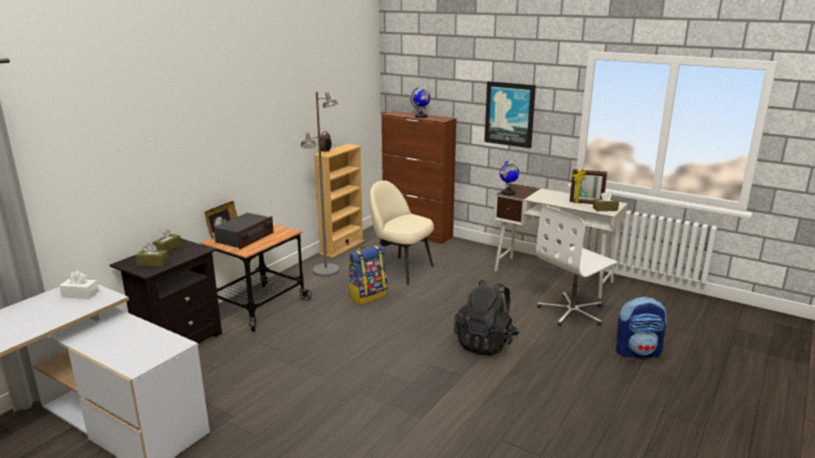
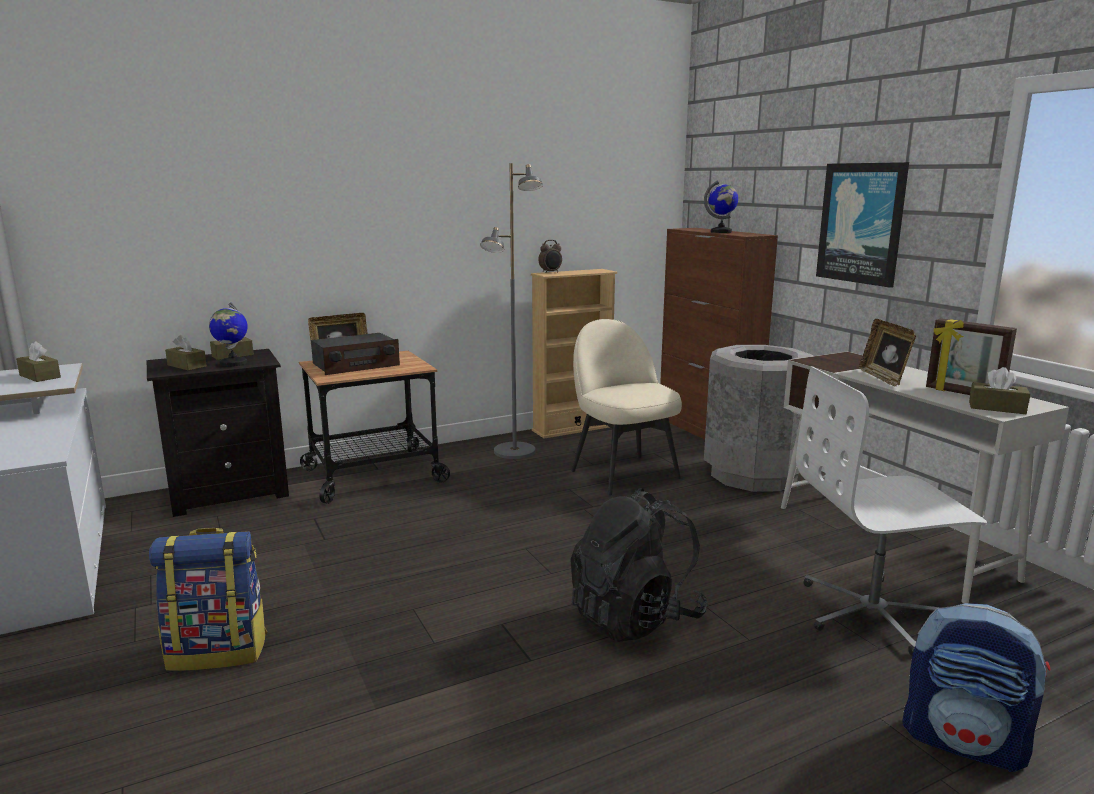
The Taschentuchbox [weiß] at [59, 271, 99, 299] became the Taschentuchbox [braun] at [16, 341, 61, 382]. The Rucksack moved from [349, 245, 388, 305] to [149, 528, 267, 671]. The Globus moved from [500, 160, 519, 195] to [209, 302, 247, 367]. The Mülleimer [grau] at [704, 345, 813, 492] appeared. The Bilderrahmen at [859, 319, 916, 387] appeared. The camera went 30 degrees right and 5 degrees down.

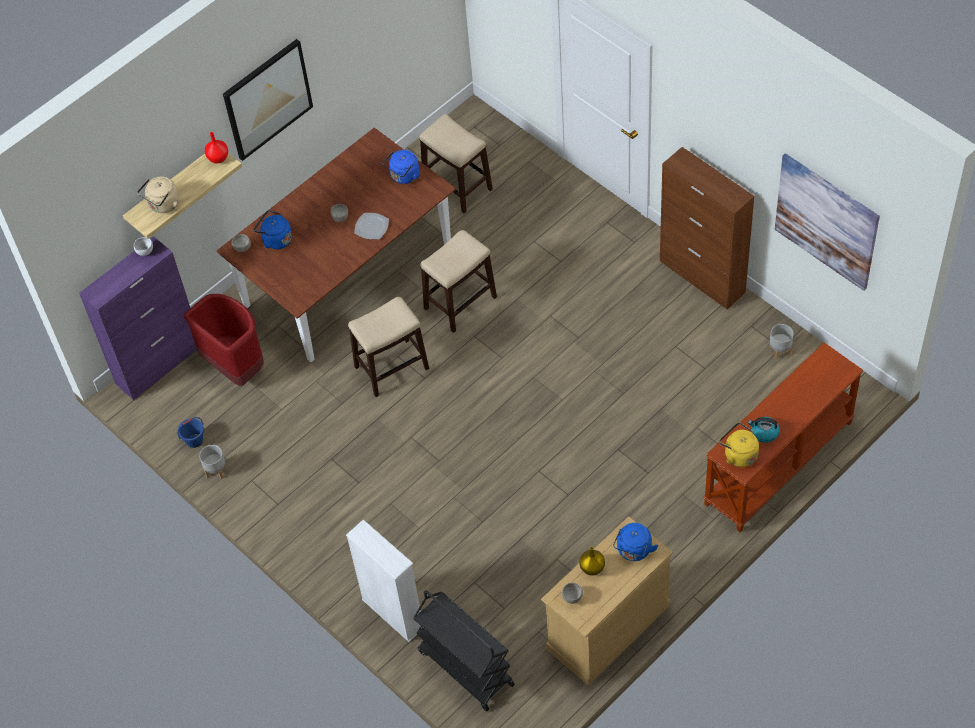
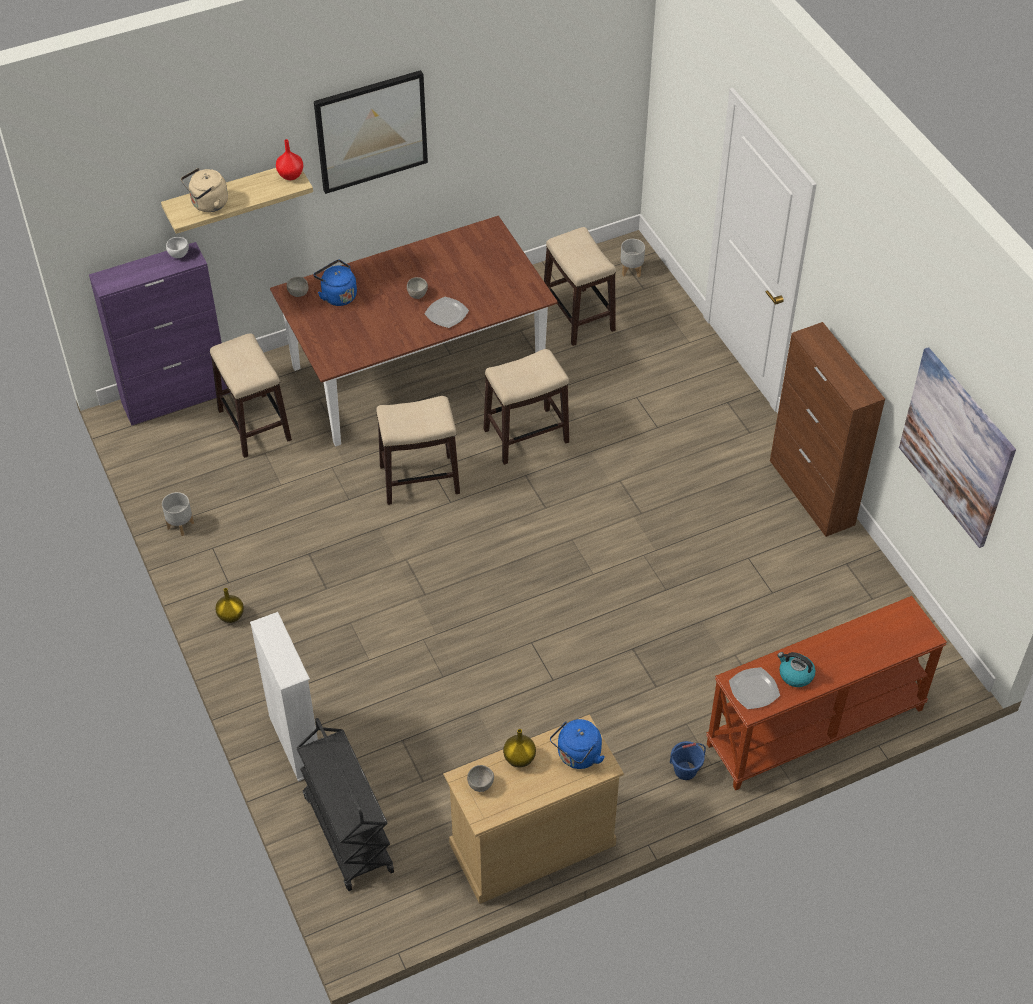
The Mülleimer [rot] at [184, 294, 264, 386] was replaced by the Hocker at [210, 333, 292, 458]. The Vase [gelb] at [215, 588, 244, 623] appeared. The Pflanzkübel [grau] moved from [769, 324, 793, 359] to [620, 239, 645, 277]. The Eimer [blau] moved from [177, 417, 204, 448] to [670, 741, 706, 780]. The Wasserkessel [gelb] at [719, 422, 759, 467] was replaced by the Teller at [729, 667, 780, 709]. The Wasserkessel [blau] at [383, 150, 420, 184] disappeared. The camera went 15 degrees right and 5 degrees down.

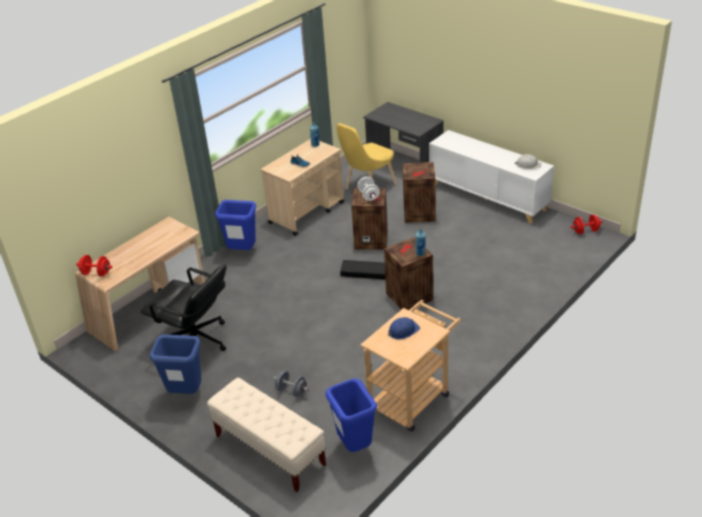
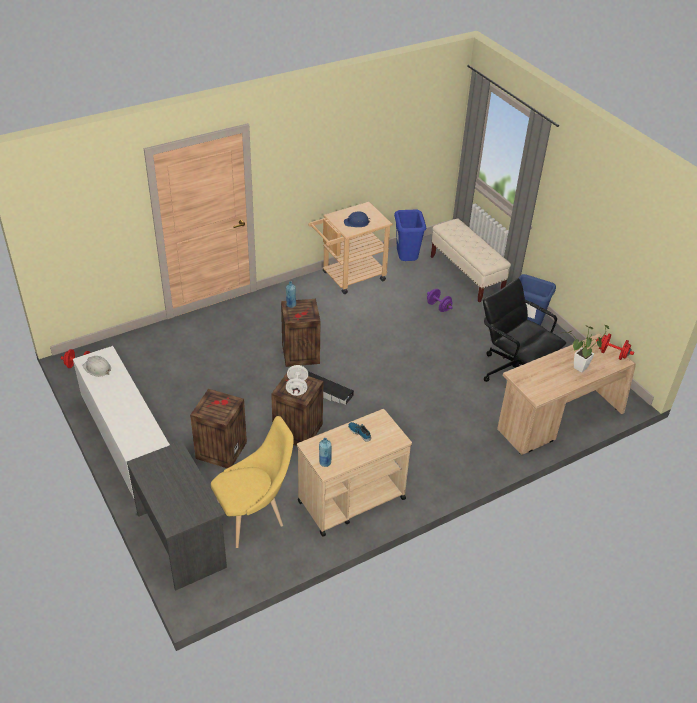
The Hantel [grau] at [273, 371, 309, 397] became the Hantel [lila] at [427, 289, 453, 312]. The Topfpflanze at [560, 325, 609, 373] appeared. The Mülleimer [blau] at [215, 200, 256, 250] disappeared. The camera went 165 degrees left and 5 degrees up.

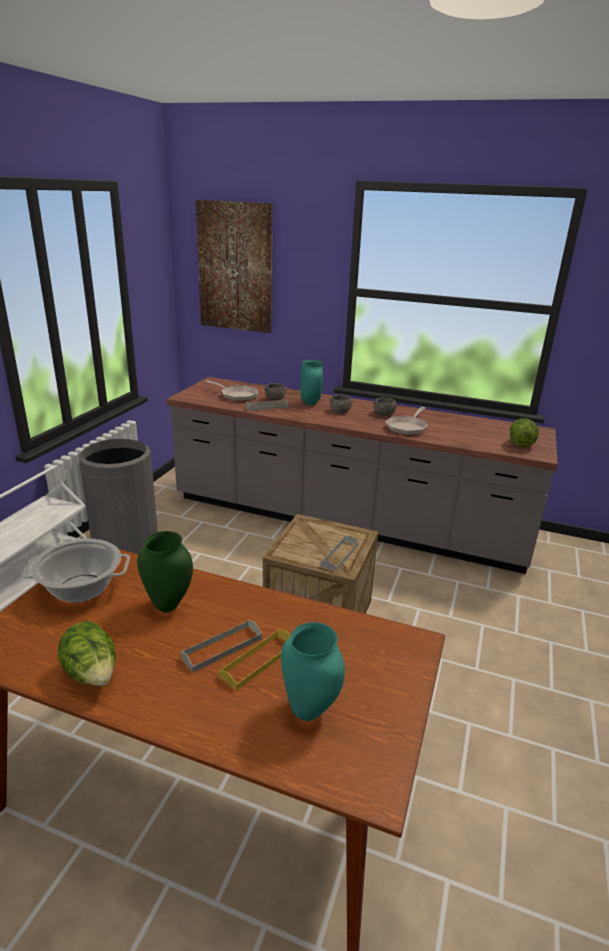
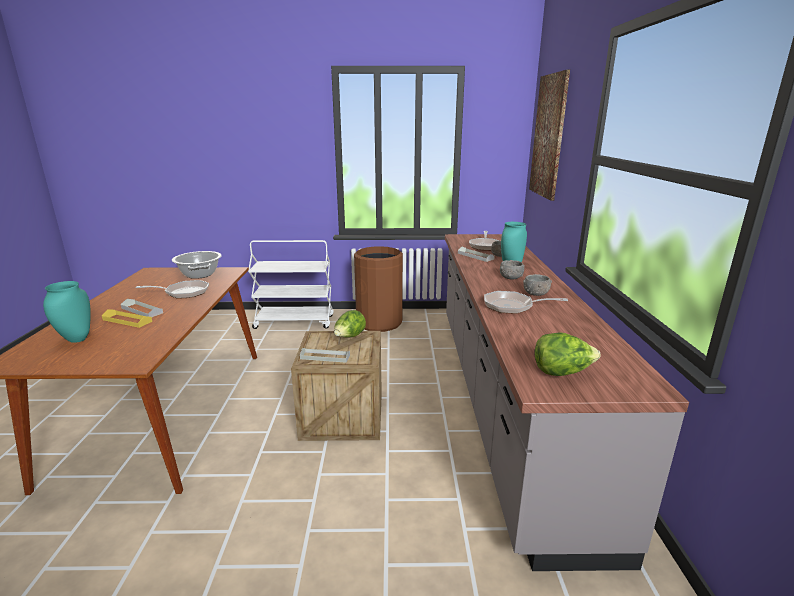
The Vase [grün] at [137, 531, 193, 613] was replaced by the Pfanne at [136, 280, 209, 299]. The Salatkopf moved from [58, 621, 116, 686] to [334, 310, 366, 338]. The Mülleimer [grau] at [79, 439, 158, 554] became the Mülleimer [braun] at [354, 246, 403, 332]. The camera went 70 degrees right and 5 degrees down.

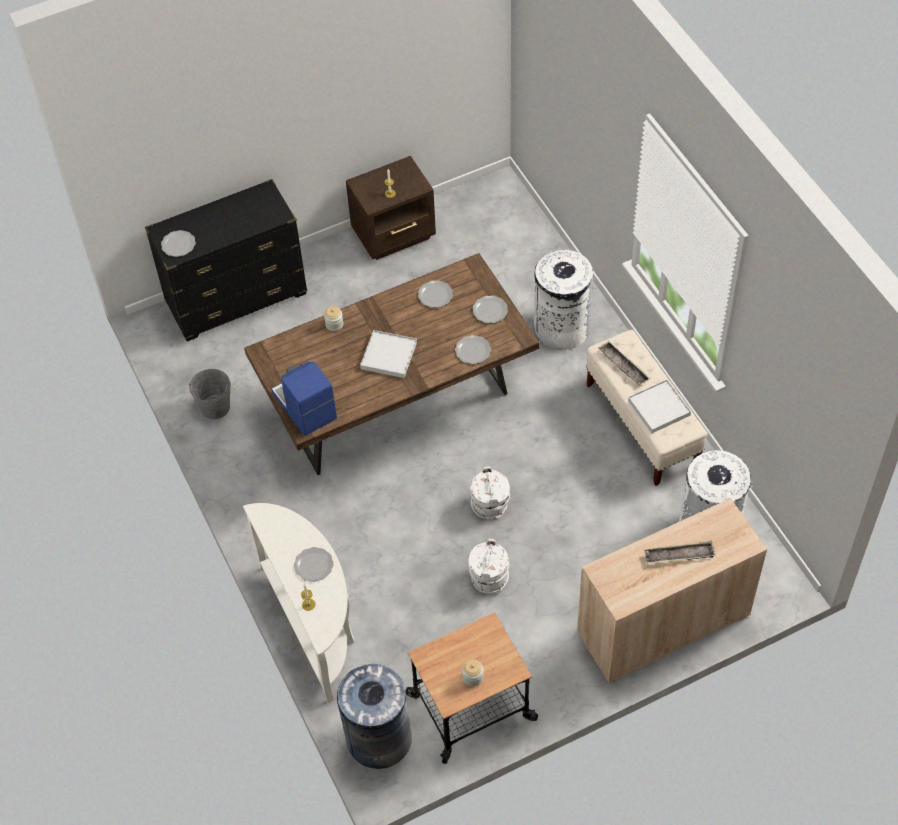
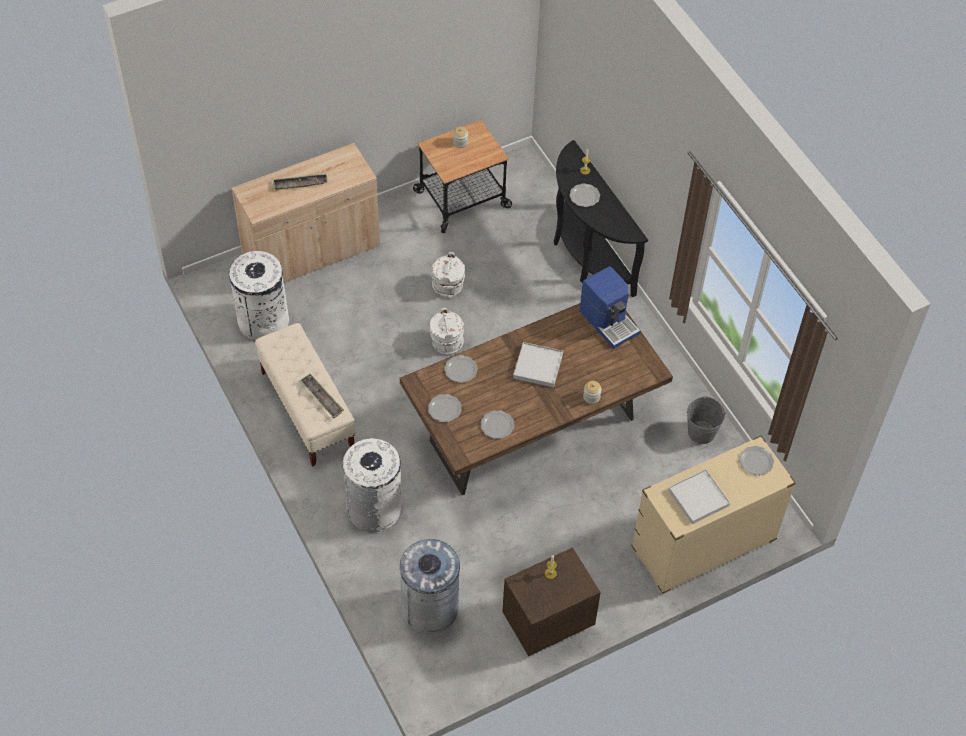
The Mülleimer [grau] moved from [337, 664, 412, 769] to [400, 539, 460, 635]. The Konsolentisch [weiß] at [243, 503, 355, 703] became the Konsolentisch [schwarz] at [554, 140, 648, 297]. The Kommode [schwarz] at [145, 179, 308, 341] became the Kommode [beige] at [631, 436, 796, 595]. The Tablett [weiß] moved from [628, 379, 691, 433] to [668, 469, 730, 524]. The camera went 175 degrees right and 0 degrees up.

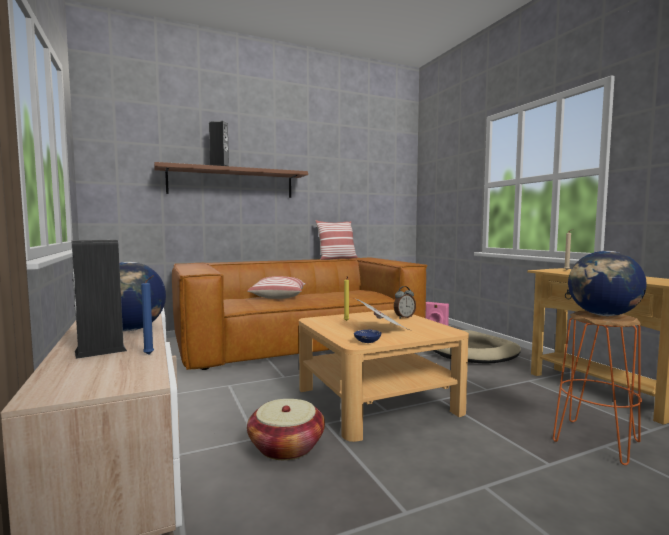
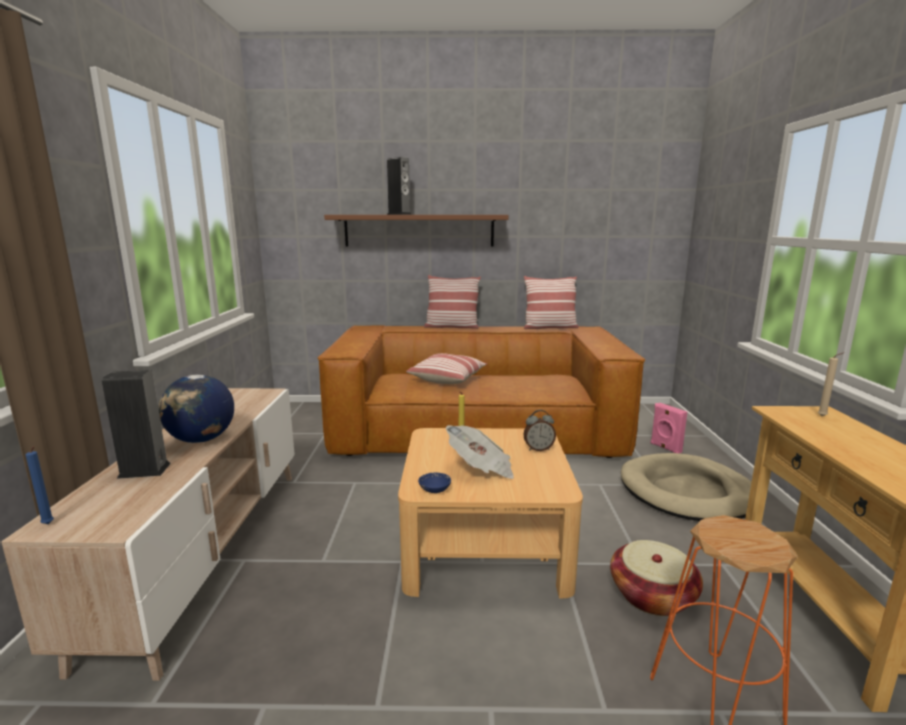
The Kerze [blau] moved from [141, 276, 154, 355] to [26, 446, 54, 524]. The Kissen at [424, 275, 481, 329] appeared. The Korb moved from [247, 399, 325, 460] to [610, 540, 703, 616]. The Globus at [568, 251, 646, 316] disappeared. The camera went 25 degrees right and 10 degrees up.

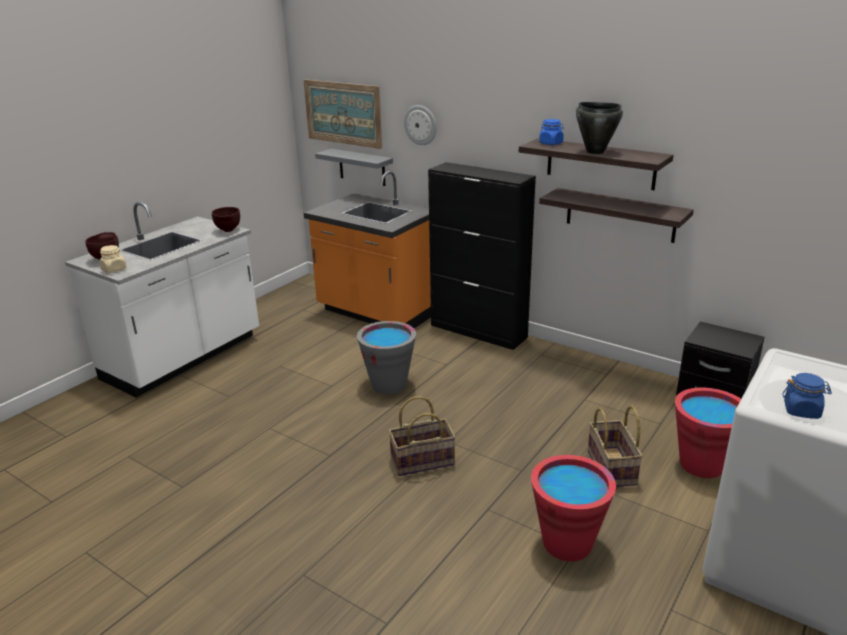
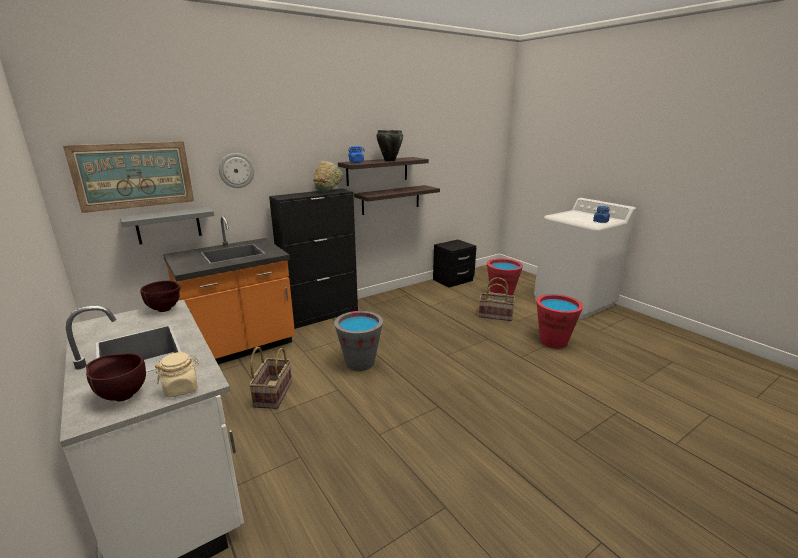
The Korb moved from [389, 396, 456, 476] to [249, 347, 292, 409]. The Schüssel [grün] at [313, 161, 343, 193] appeared. The camera went 70 degrees left and 5 degrees down.

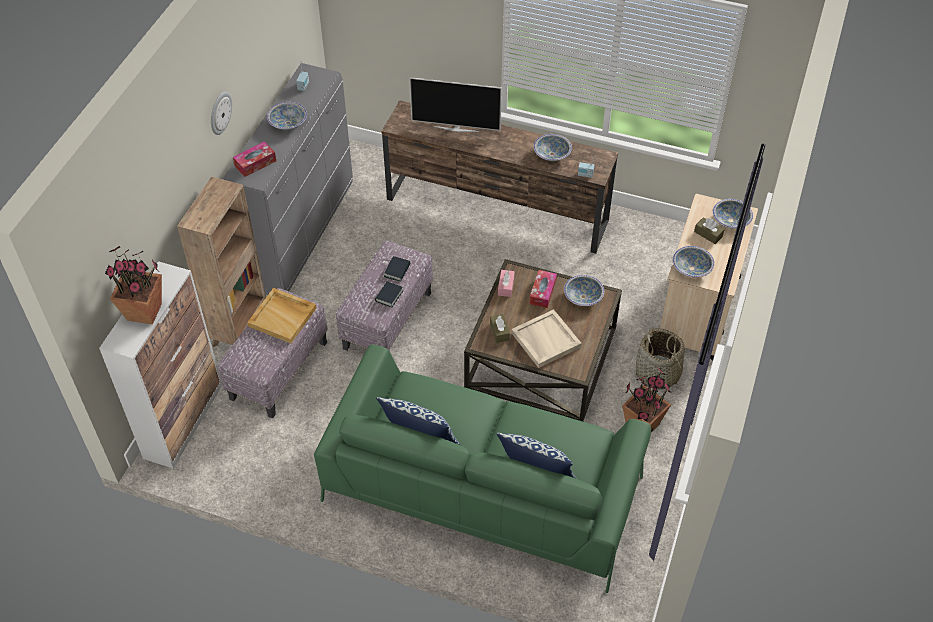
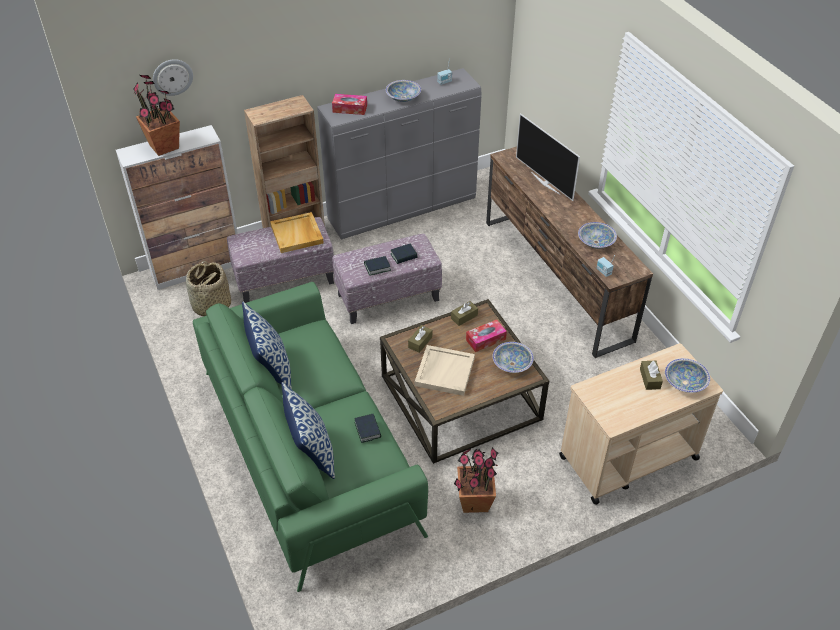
The Wanduhr moved from [211, 92, 232, 135] to [153, 59, 193, 96]. The Korb moved from [636, 328, 684, 389] to [186, 261, 231, 316]. The Buch at [354, 414, 381, 443] appeared. The Taschentuchbox [rosa] at [498, 270, 515, 297] became the Taschentuchbox [braun] at [451, 301, 478, 326]. The Schüssel at [673, 246, 715, 277] disappeared. The camera went 45 degrees right and 5 degrees down.

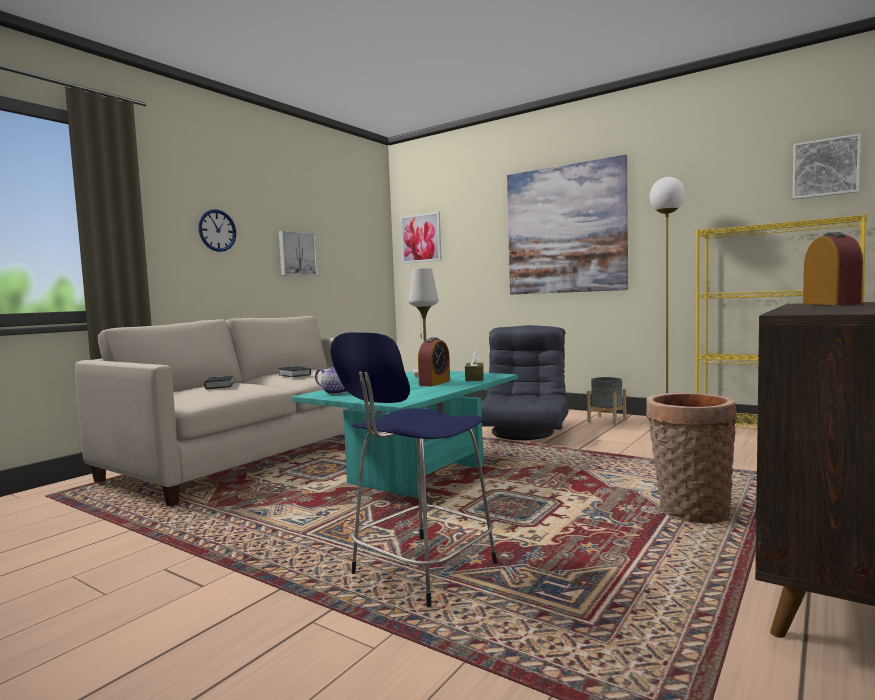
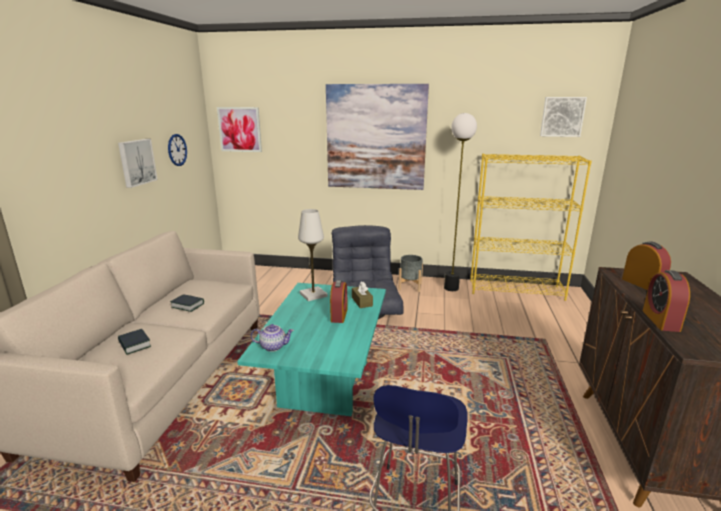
The Wanduhr moved from [198, 209, 236, 252] to [168, 134, 187, 166]. The Wecker at [643, 270, 690, 332] appeared. The Korb at [646, 393, 737, 524] disappeared. The camera went 25 degrees left and 15 degrees up.

